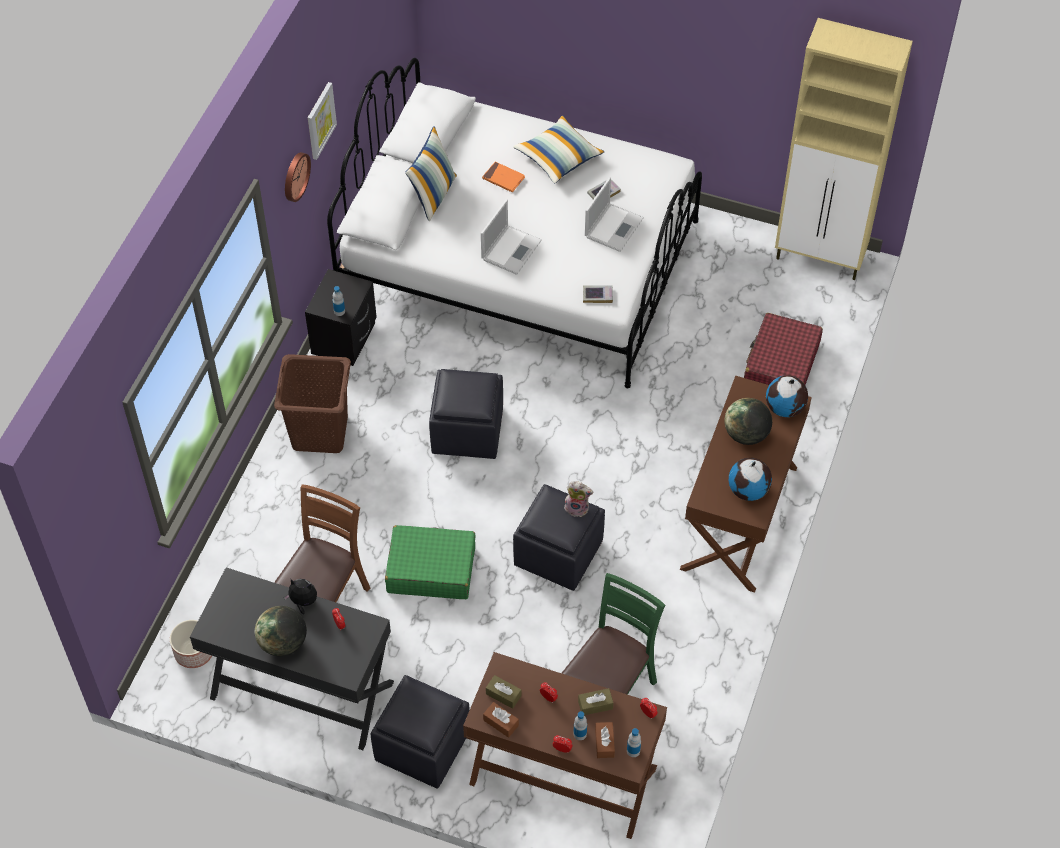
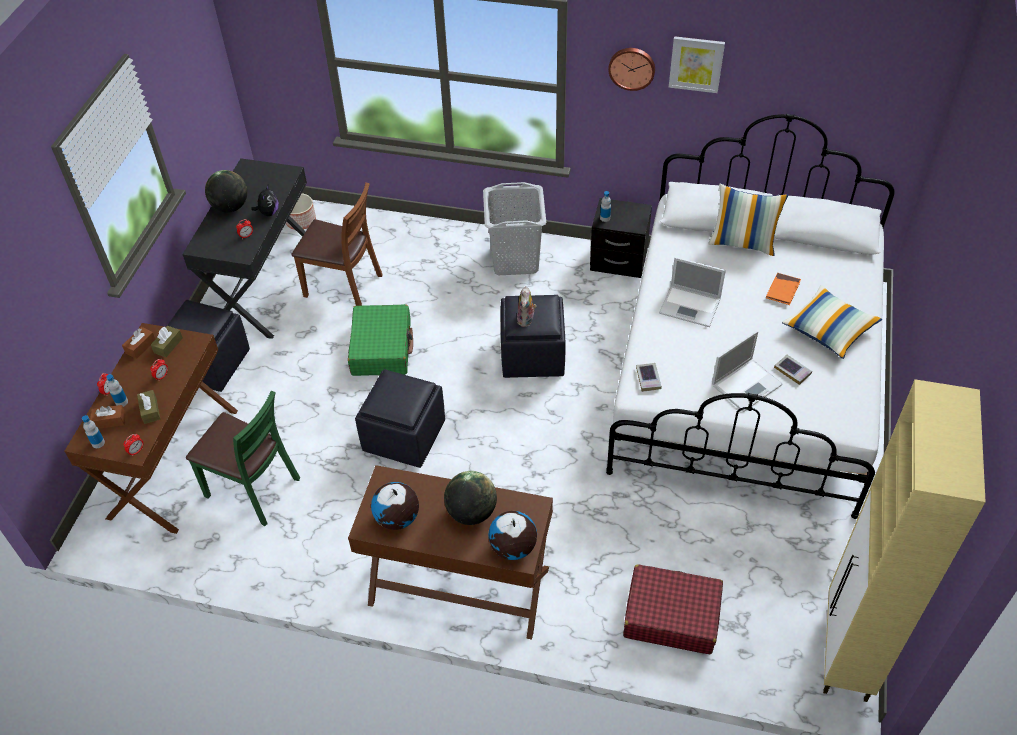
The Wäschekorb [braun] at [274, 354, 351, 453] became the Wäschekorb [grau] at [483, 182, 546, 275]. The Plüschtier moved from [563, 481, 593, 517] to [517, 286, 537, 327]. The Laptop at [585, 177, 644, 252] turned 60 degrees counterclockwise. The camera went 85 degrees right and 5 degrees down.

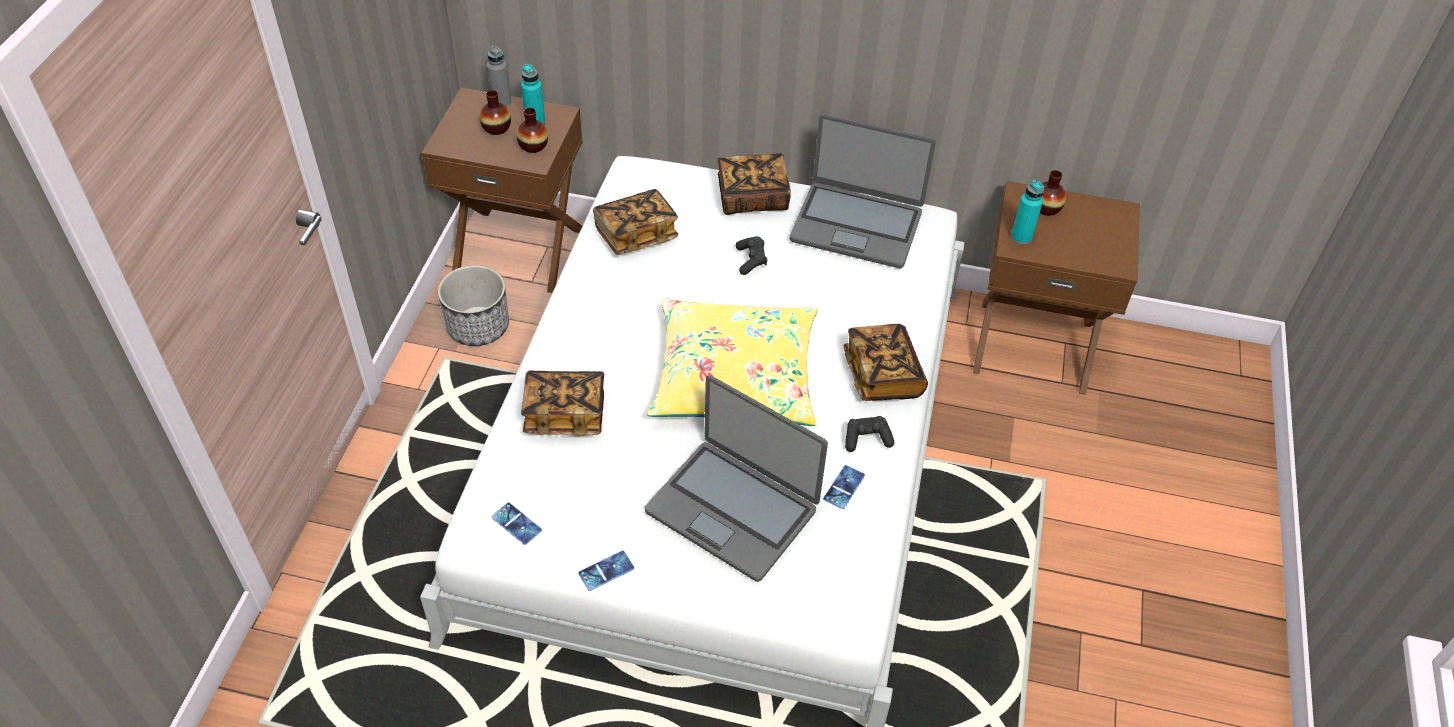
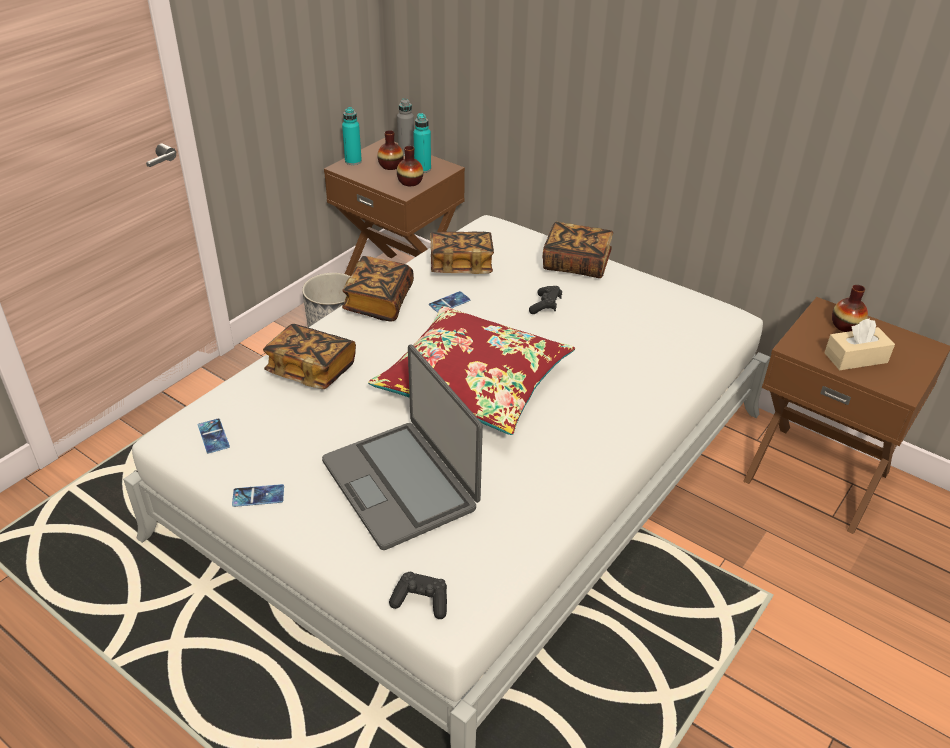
The Flasche [türkis] moved from [1011, 180, 1044, 244] to [342, 107, 362, 165]. The Buch moved from [843, 324, 928, 401] to [342, 256, 414, 321]. The Kissen [gelb] at [647, 298, 818, 426] became the Kissen [rot] at [368, 306, 575, 435]. The Gamepad [schwarz] moved from [845, 416, 894, 452] to [389, 572, 447, 619]. The Handy moved from [823, 465, 865, 509] to [429, 291, 470, 313]. The Taschentuchbox [beige] at [824, 318, 895, 370] appeared. The Laptop at [790, 114, 936, 268] disappeared. The camera went 25 degrees right and 10 degrees down.

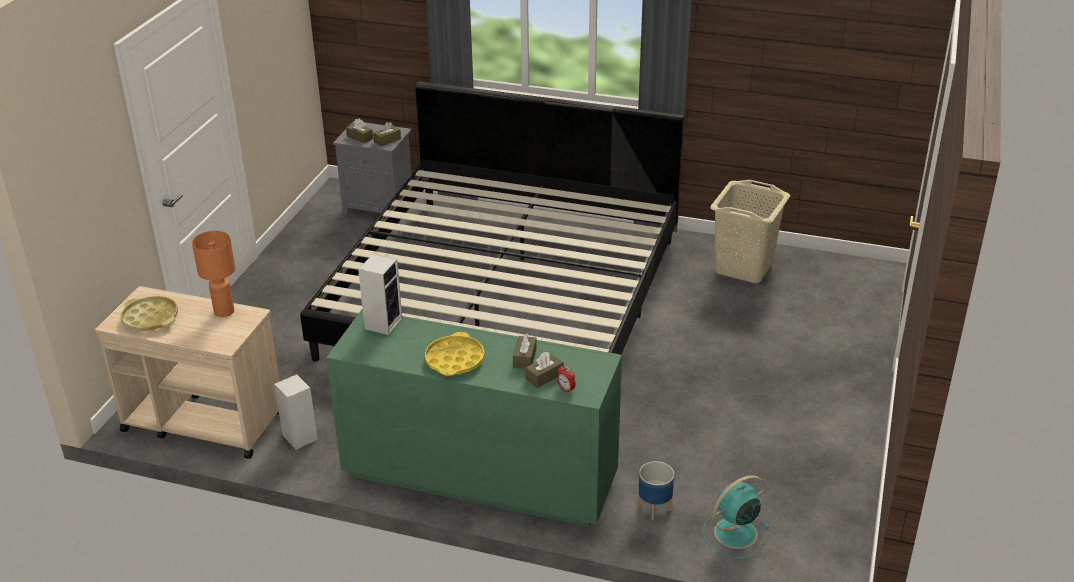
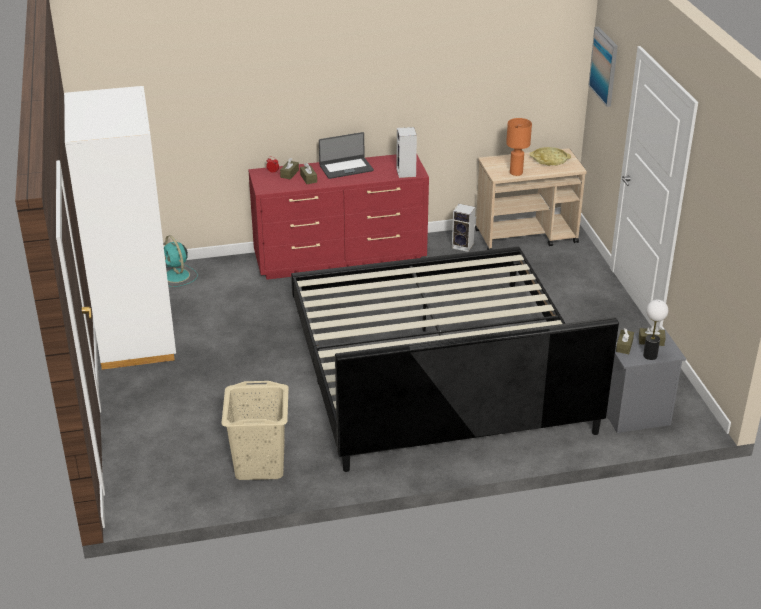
The Kleiderschrank [weiß] at [64, 86, 176, 370] appeared. The Ventilator [türkis] at [702, 475, 769, 559] turned 120 degrees clockwise. The Kommode [grün] at [326, 309, 622, 527] became the Kommode [rot] at [248, 154, 429, 280]. The Tablett [gelb] at [425, 332, 485, 376] was replaced by the Laptop at [319, 132, 374, 179]. The Bild at [588, 27, 618, 107] appeared. The Tischlampe at [643, 299, 668, 360] appeared. The Pflanzkübel at [638, 461, 674, 520] disappeared. The camera went 150 degrees right and 0 degrees up.

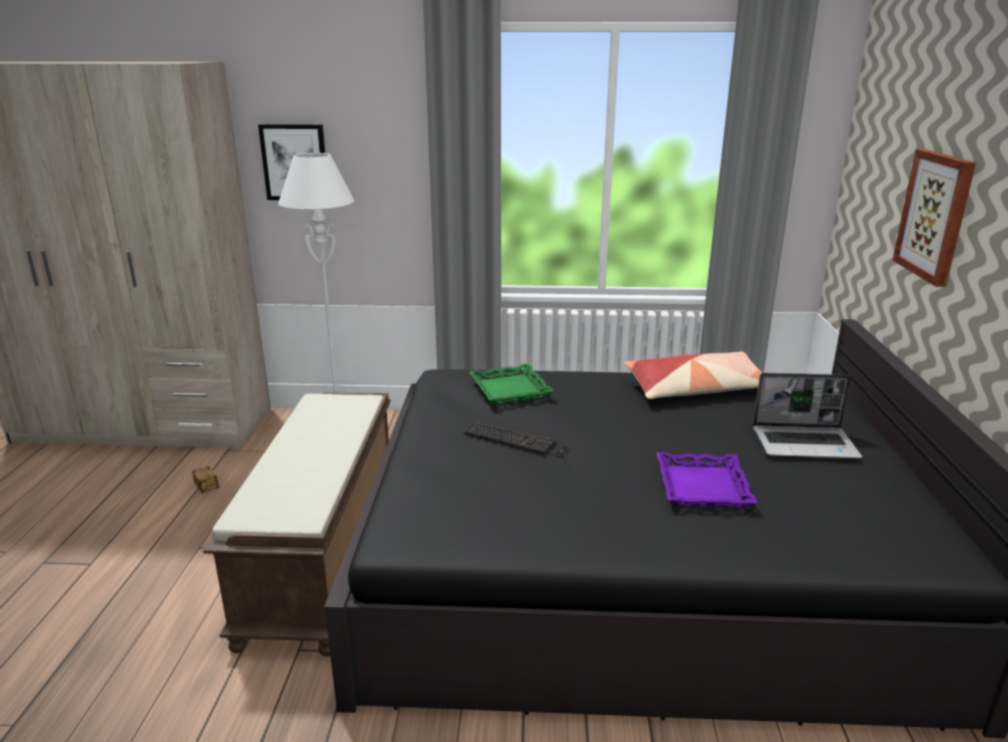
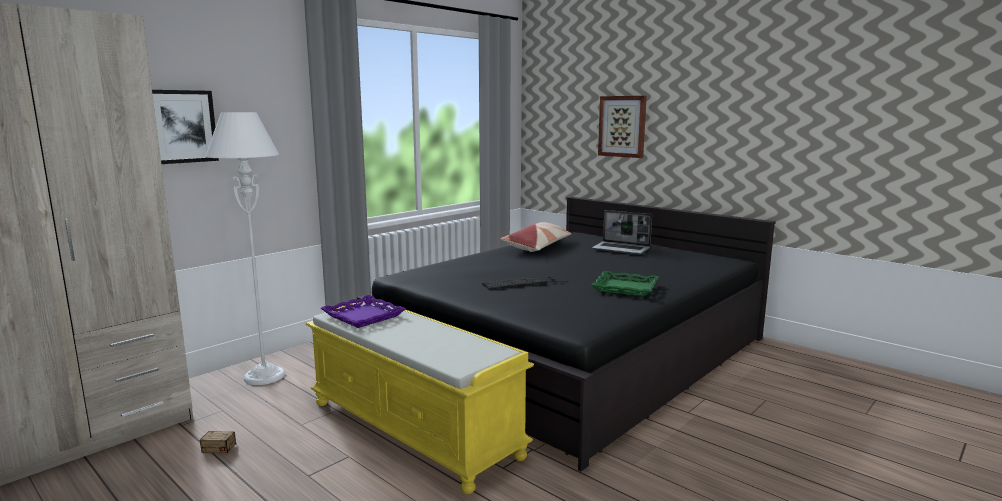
The Bank [braun] at [203, 392, 391, 656] became the Bank [gelb] at [305, 301, 534, 494]. The Tablett [lila] moved from [657, 452, 758, 507] to [321, 295, 406, 328]. The Tablett [grün] moved from [469, 364, 554, 405] to [591, 271, 659, 297]. The Laptop at [753, 373, 862, 458] turned 75 degrees clockwise. The camera went 50 degrees left and 10 degrees down.

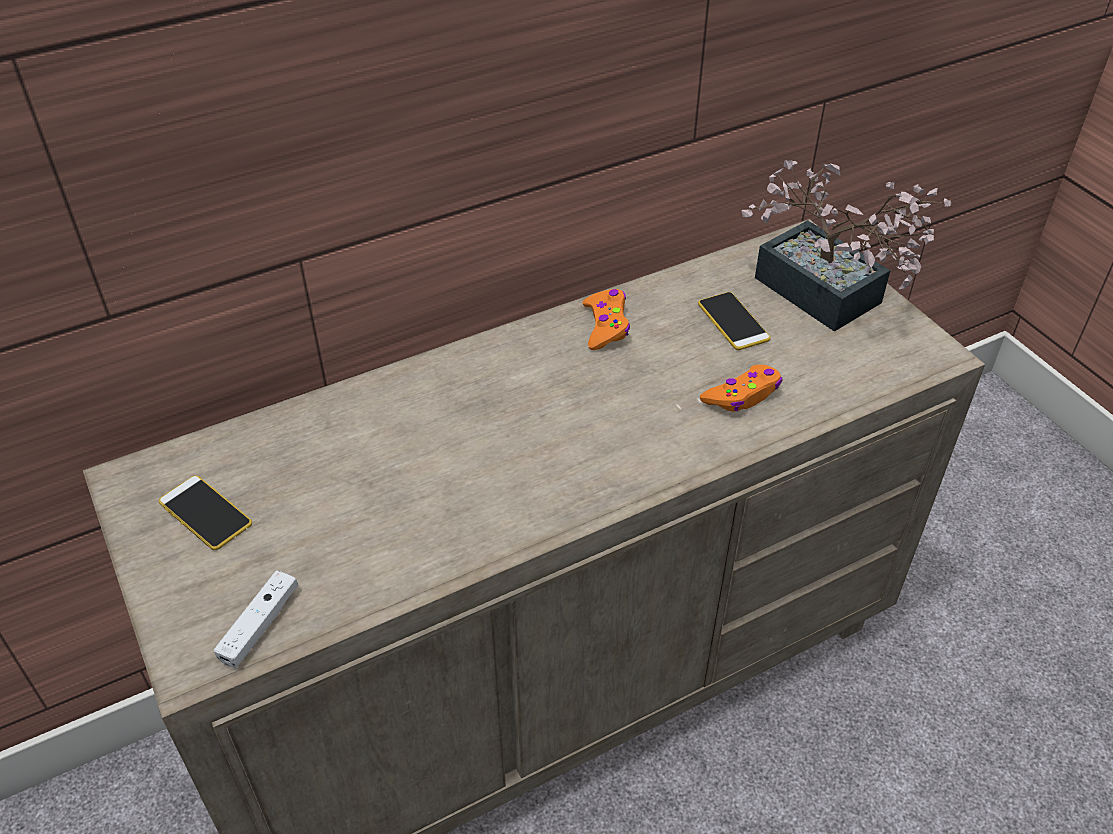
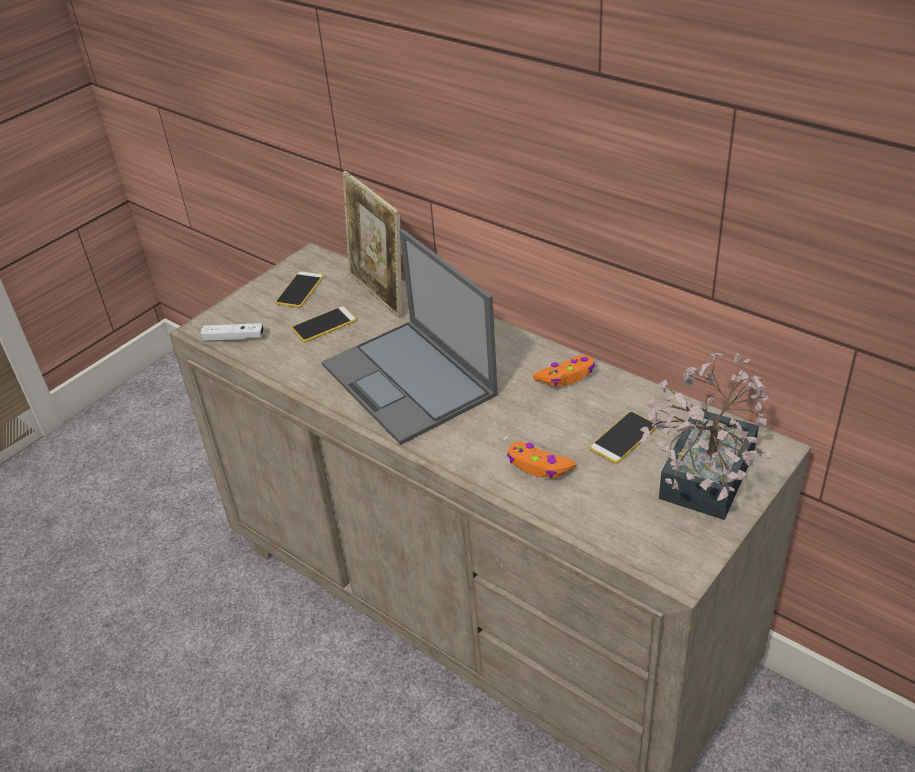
The Handy at [292, 306, 357, 342] appeared. The Laptop at [322, 229, 498, 445] appeared. The Bilderrahmen at [343, 171, 402, 318] appeared. The camera went 70 degrees right and 5 degrees down.

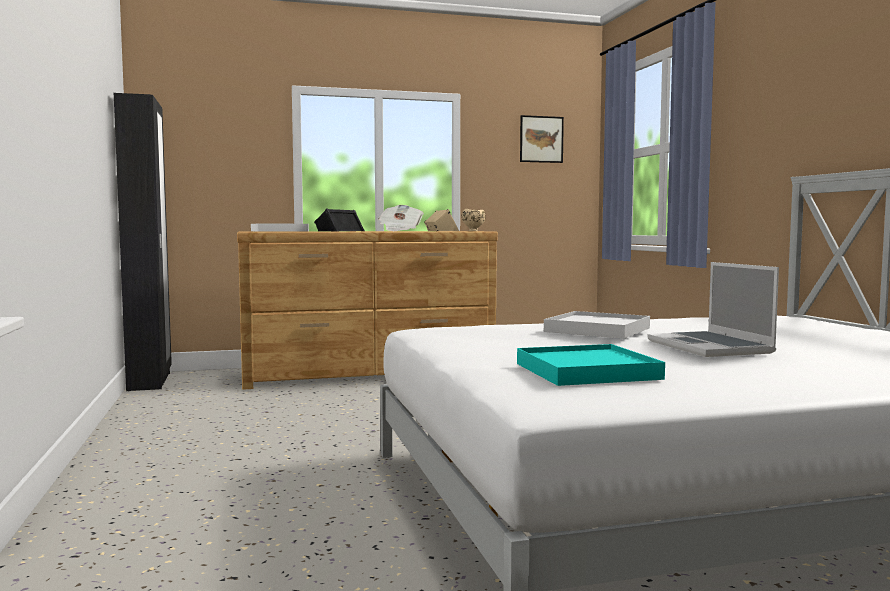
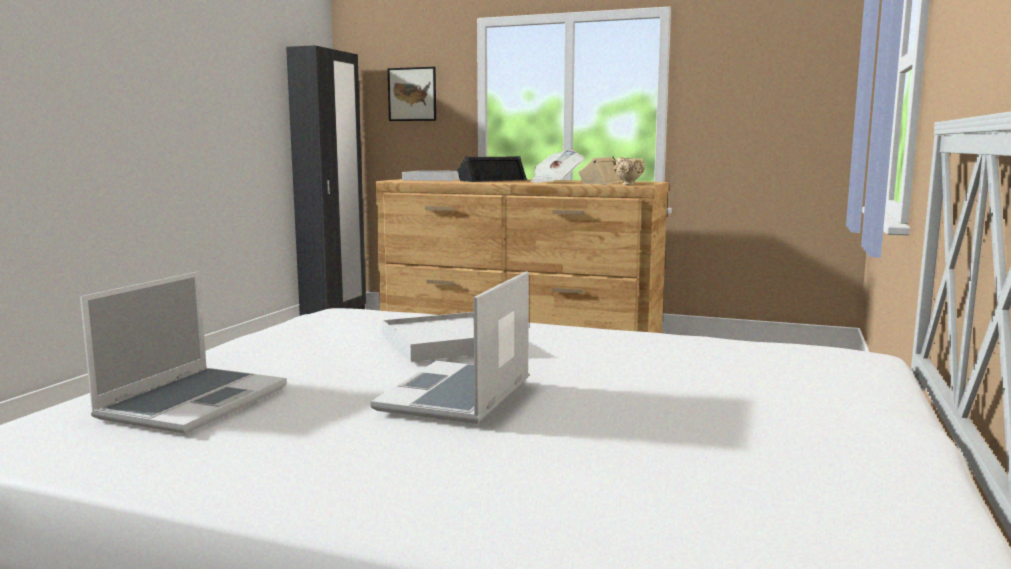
The Tablett [türkis] at [517, 344, 665, 386] was replaced by the Laptop at [80, 271, 287, 434]. The Bild moved from [520, 115, 564, 163] to [388, 67, 436, 121]. The camera went 35 degrees right and 5 degrees up.

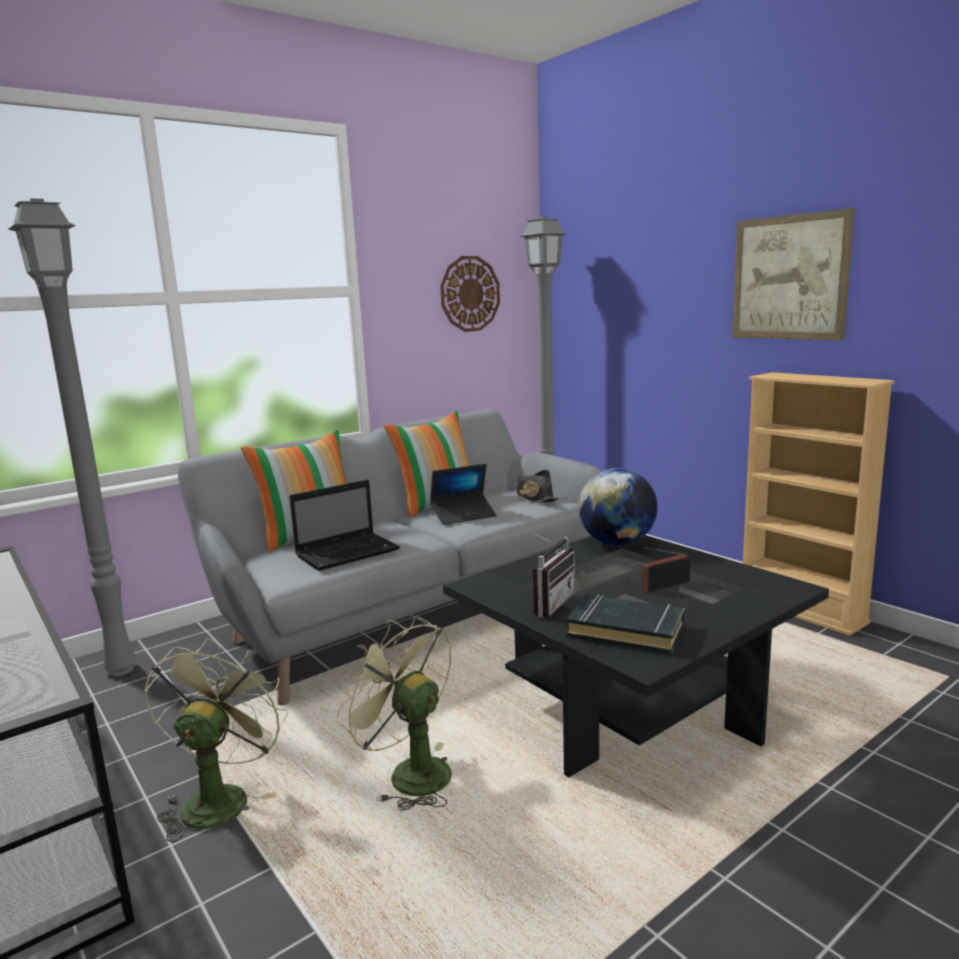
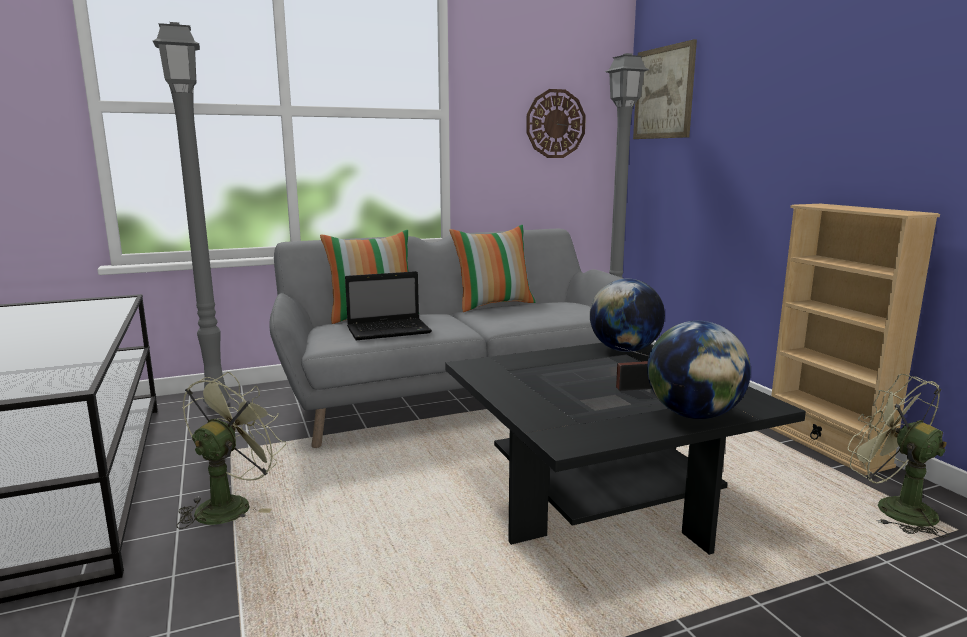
The Bild moved from [732, 208, 855, 341] to [633, 39, 697, 139]. The Globus at [647, 321, 751, 419] appeared. The Ventilator [grün] moved from [336, 616, 452, 811] to [848, 374, 949, 537]. The Laptop at [430, 464, 497, 525] disappeared. The Hut [schwarz] at [514, 469, 559, 503] disappeared. The Radio at [526, 530, 575, 618] disappeared. The Buch [schwarz] at [567, 594, 685, 654] disappeared. The camera went 15 degrees right and 0 degrees up.

